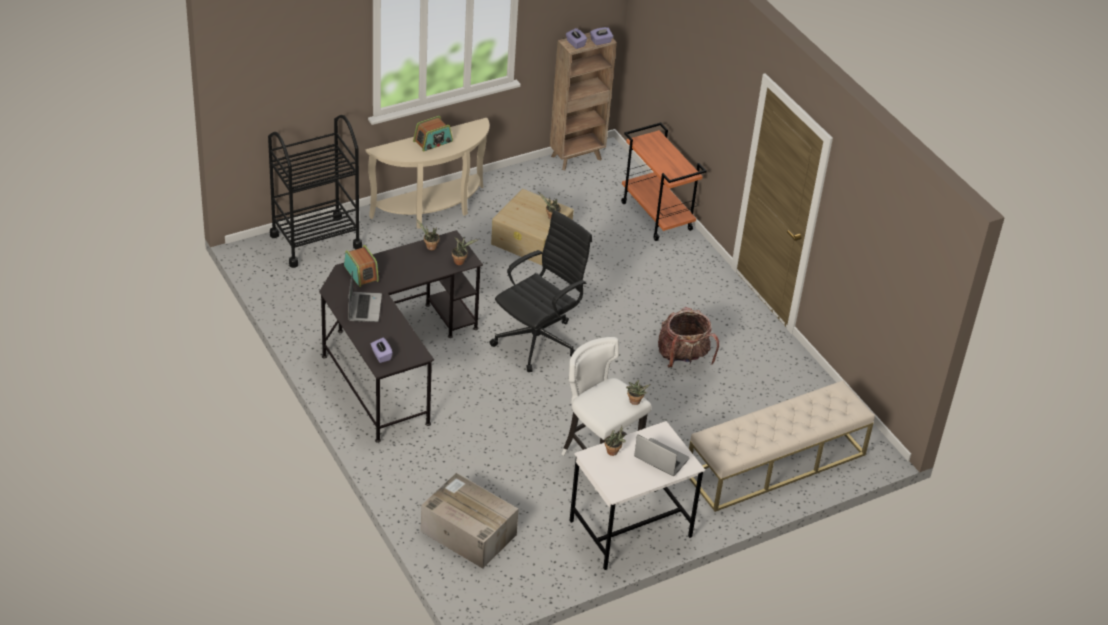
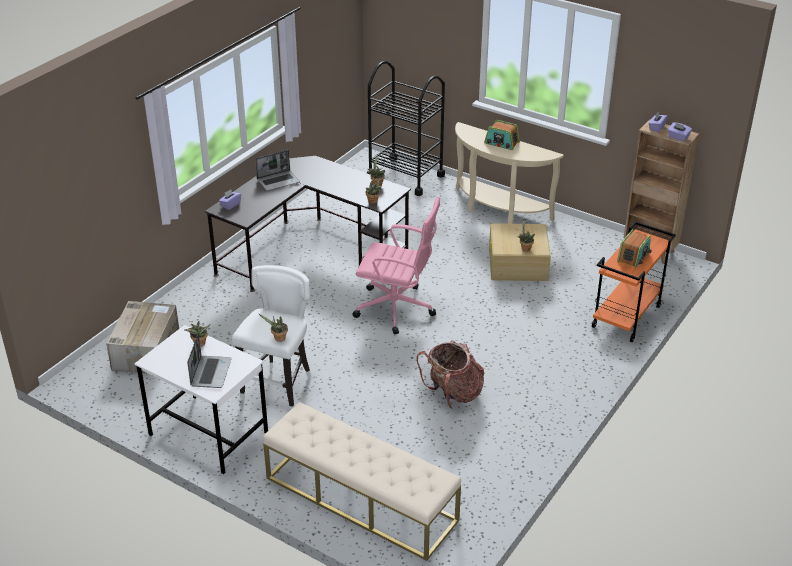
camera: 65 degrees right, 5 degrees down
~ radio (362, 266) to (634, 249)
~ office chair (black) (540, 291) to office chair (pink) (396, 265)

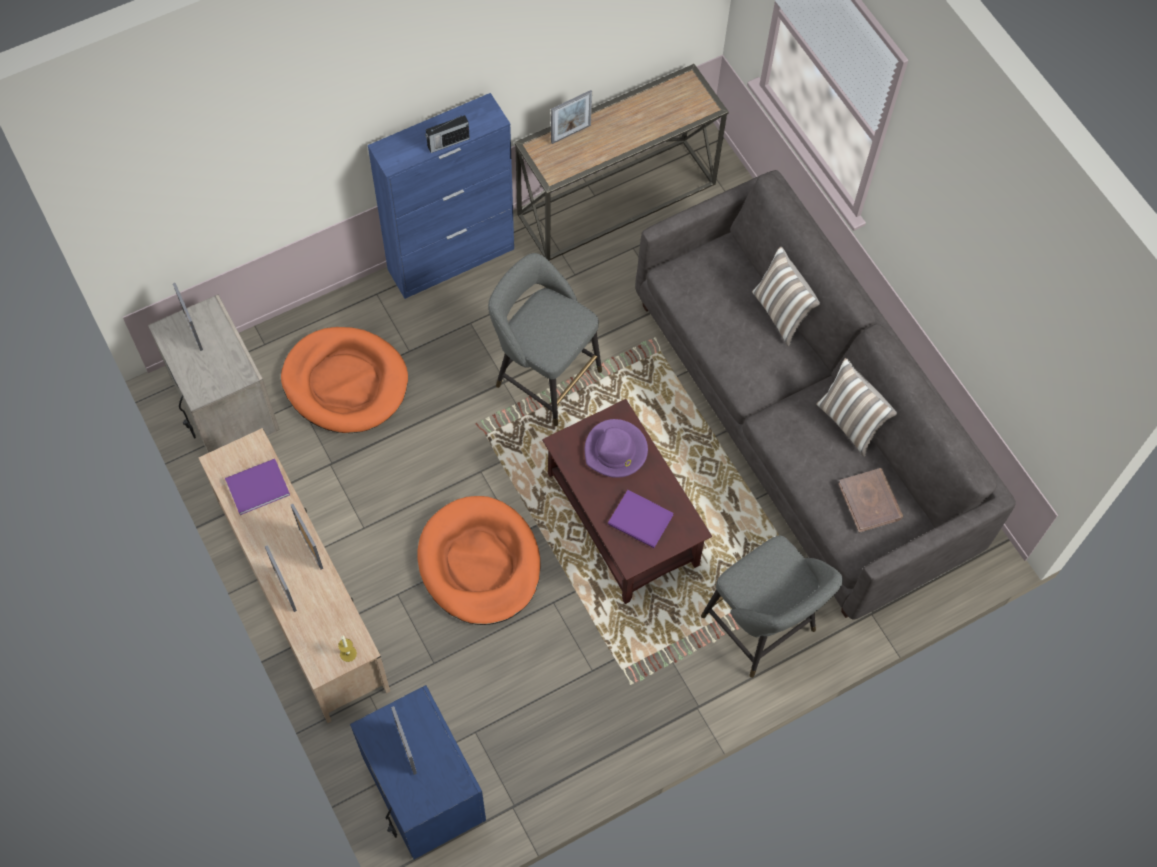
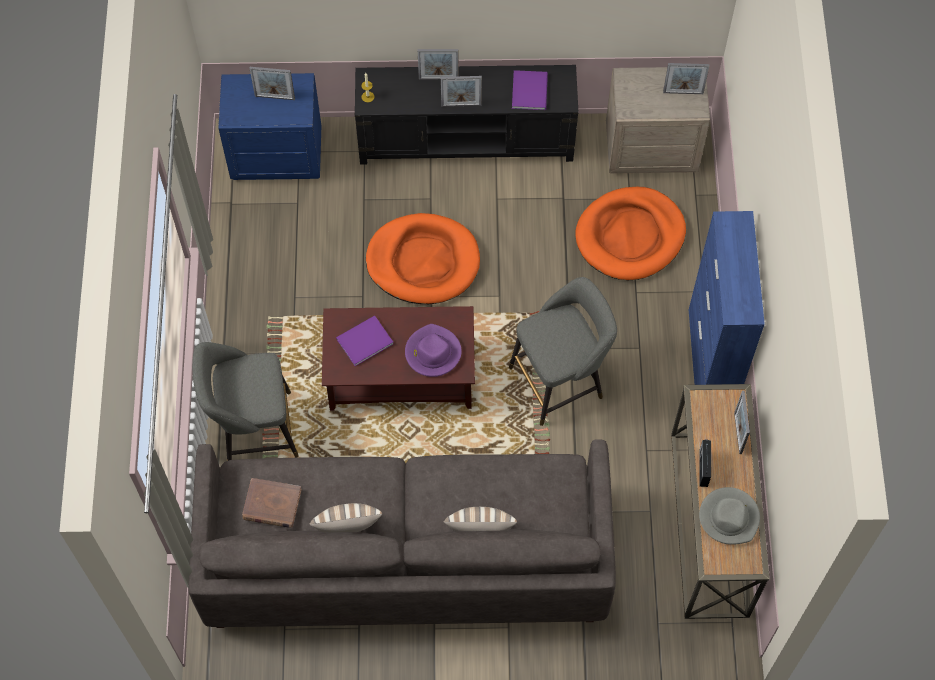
camera: 120 degrees right, 0 degrees up
~ tv stand (beige) (294, 575) to tv stand (black) (466, 114)
~ radio (447, 134) to (705, 463)
+ hat (grey) (729, 516)

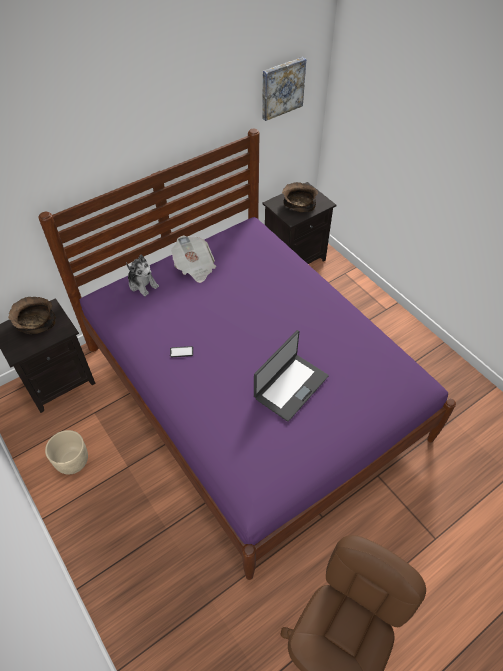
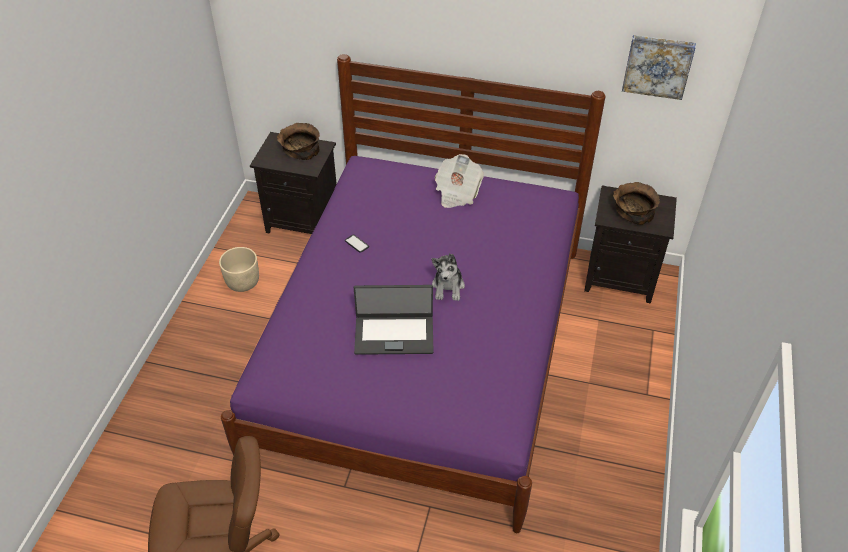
camera: 50 degrees right, 5 degrees down
~ plush toy (142, 275) to (448, 277)

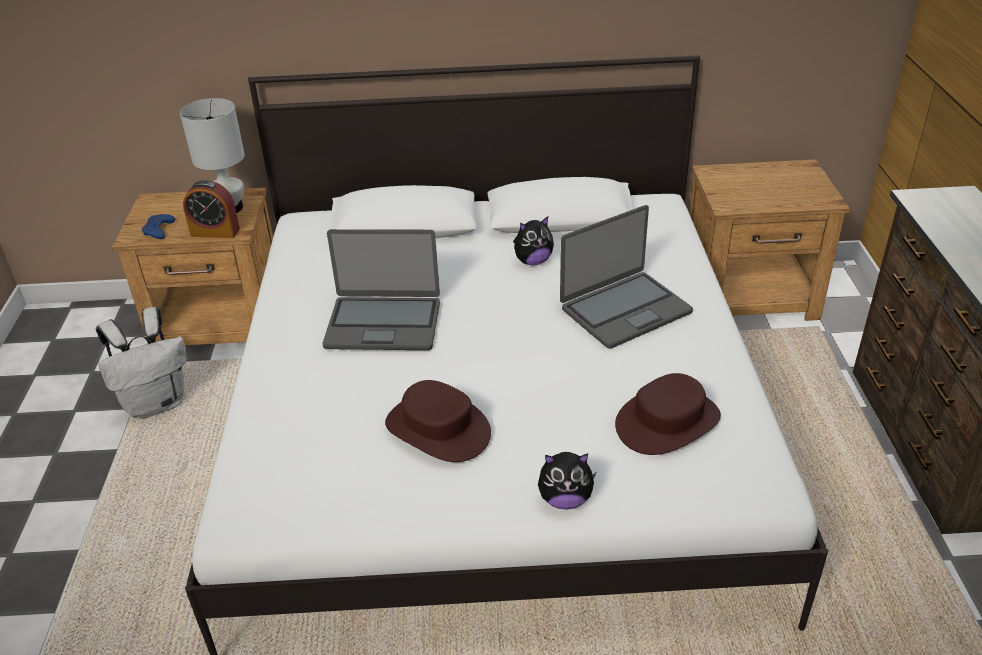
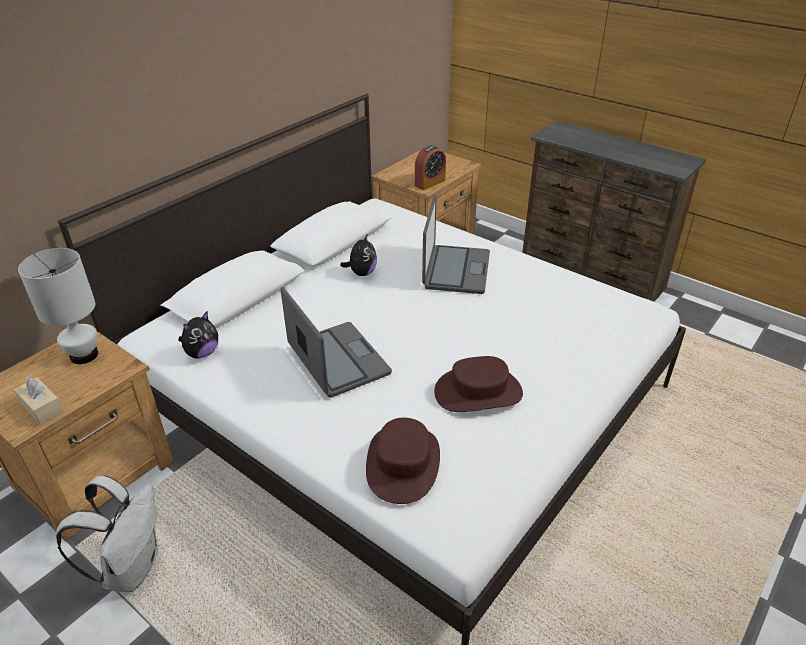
camera: 50 degrees left, 0 degrees up
~ game controller (blue) (158, 226) to tissue box (beige) (39, 401)
~ alarm clock (211, 209) to (430, 167)
~ laptop (381, 289) = (336, 342) 75 degrees counterclockwise
~ plush toy (567, 481) to (198, 335)
~ hat (brown) (668, 414) to (403, 461)

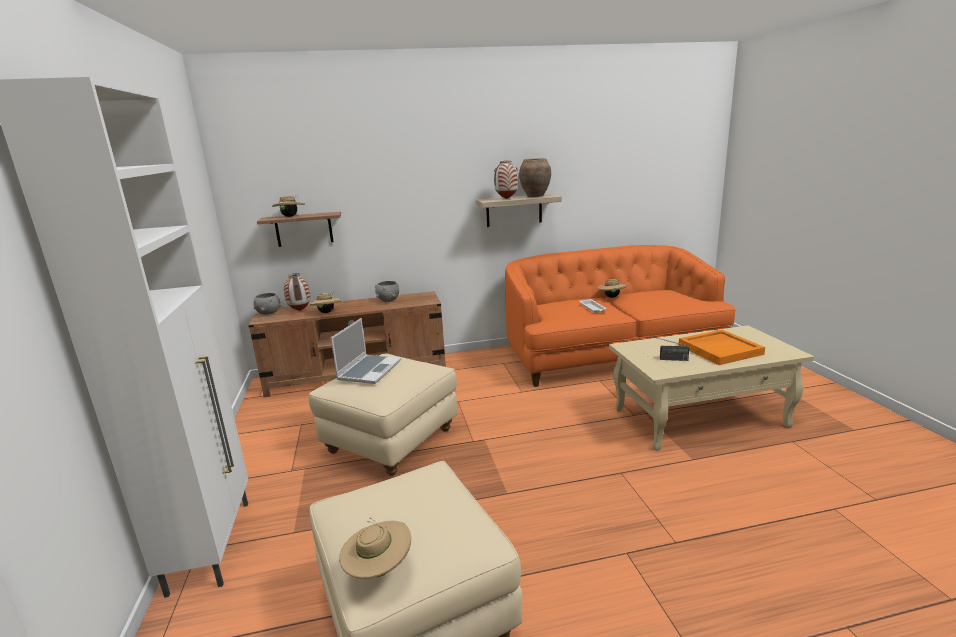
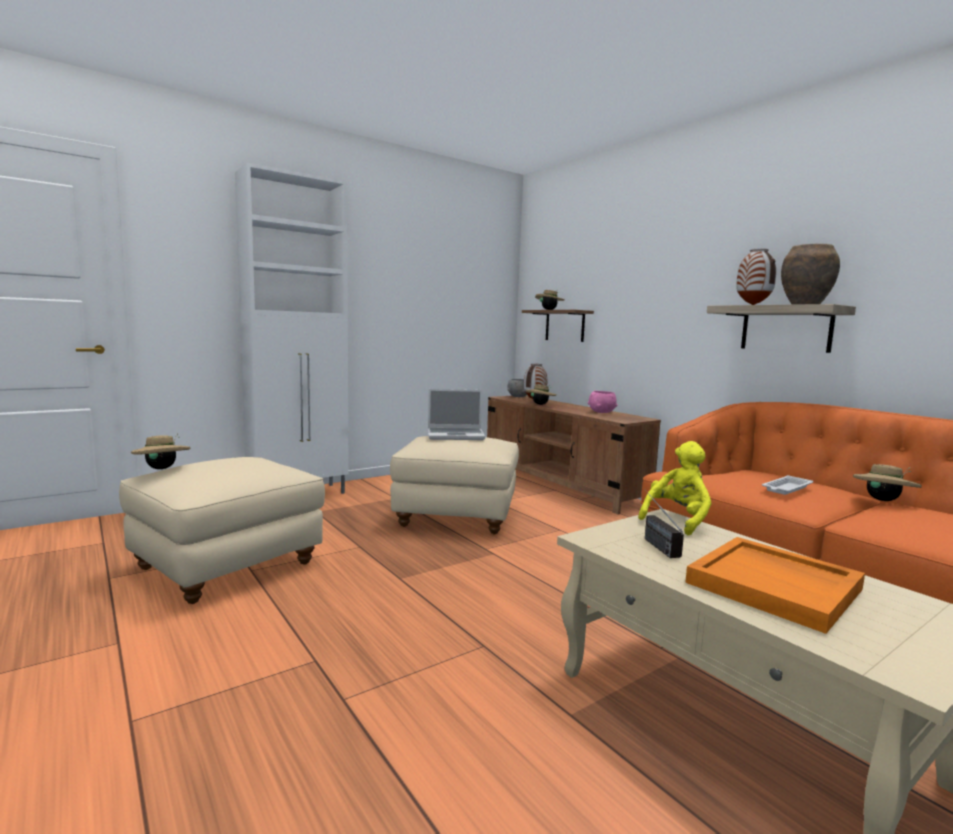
camera: 65 degrees right, 10 degrees down
~ bowl (grey) (387, 291) to bowl (pink) (602, 402)
+ plush toy (yellow) (674, 488)

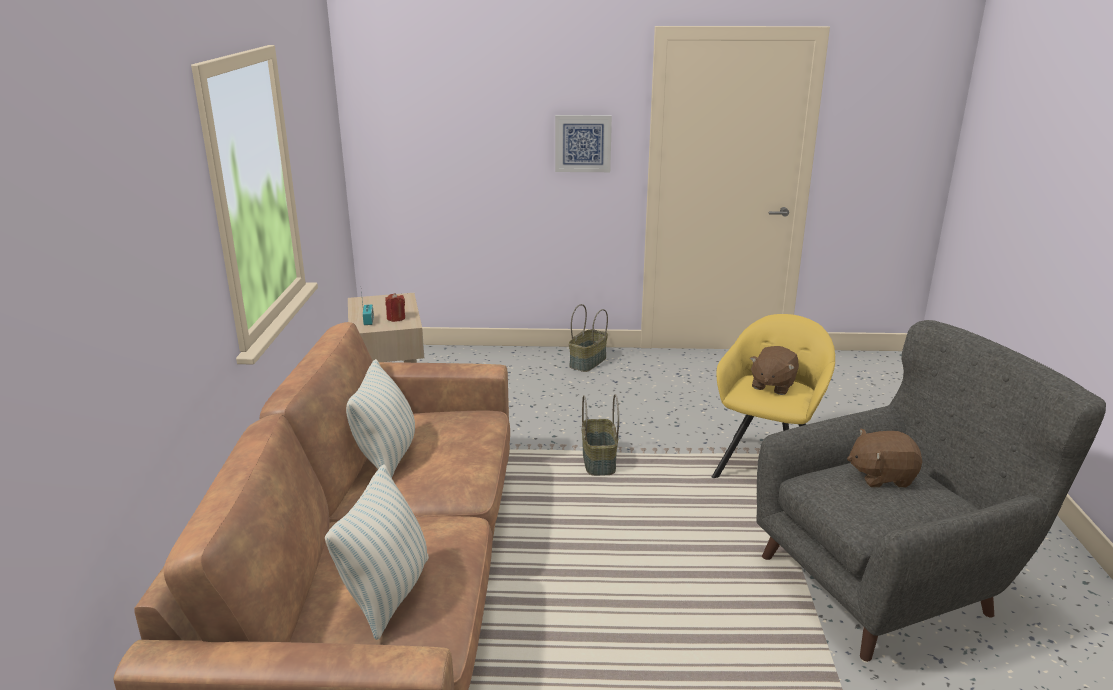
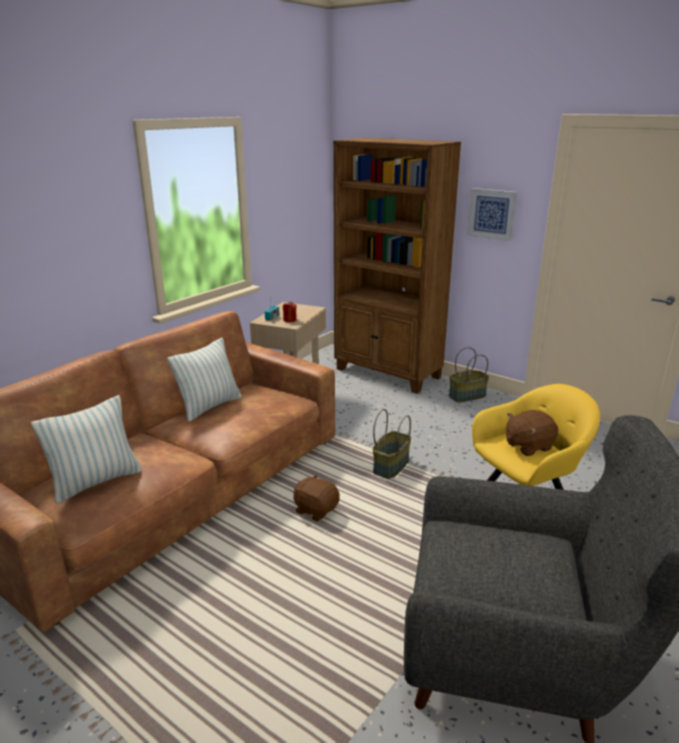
camera: 35 degrees right, 0 degrees up
~ plush toy (brown) (884, 458) to (316, 497)
+ bookcase (brown) (397, 266)

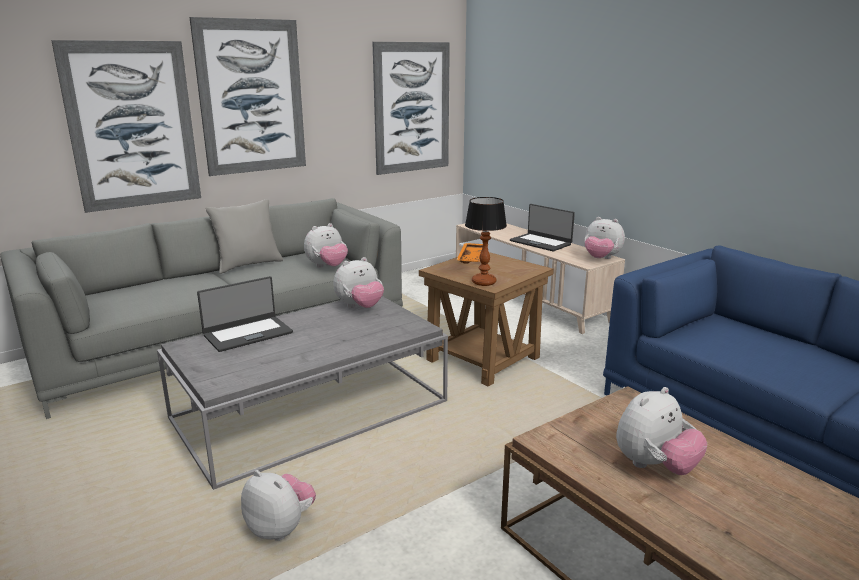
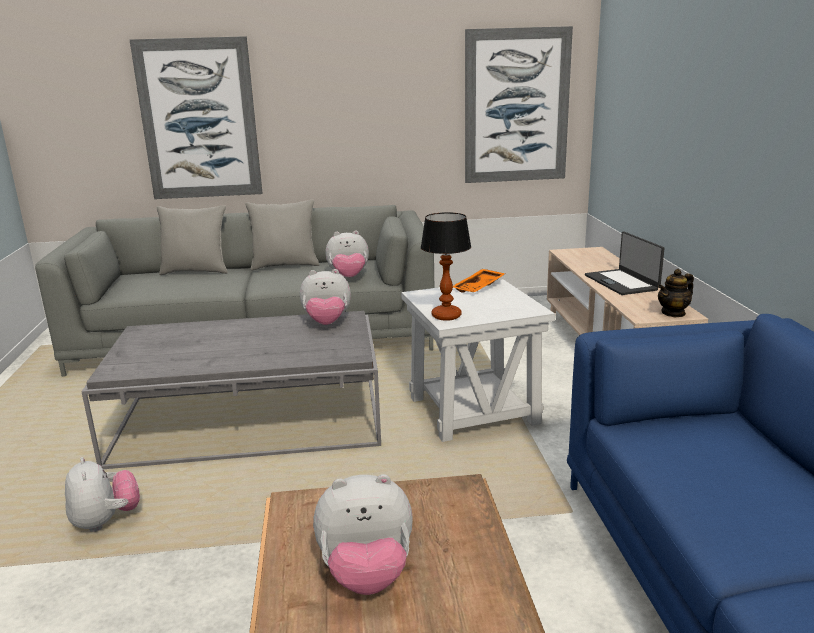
camera: 30 degrees right, 0 degrees up
- picture (247, 96)
- laptop (245, 314)
~ side table (brown) (486, 319) to side table (white) (478, 360)
~ plush toy (604, 238) to teapot (676, 293)
+ pillow (grey) (192, 240)

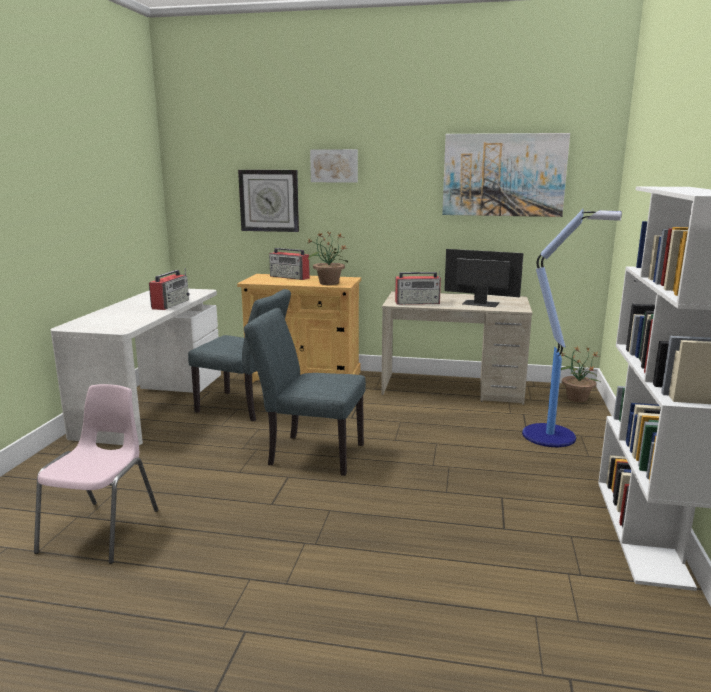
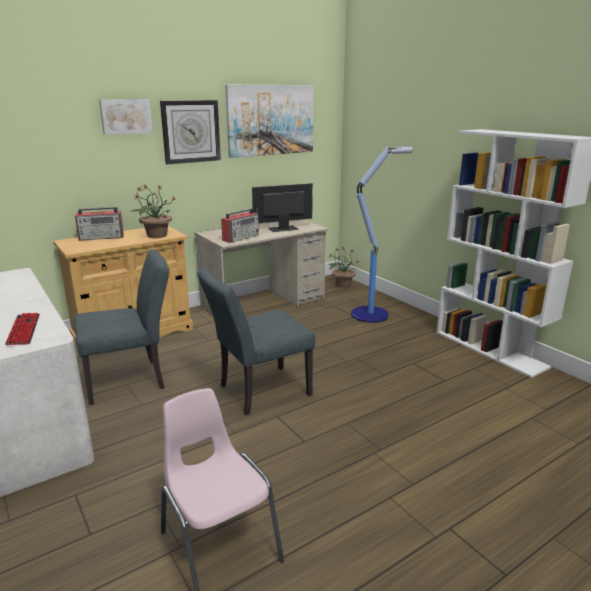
camera: 45 degrees left, 5 degrees up
- radio (169, 289)
~ wall clock (268, 201) to (190, 132)
+ keyboard (22, 329)

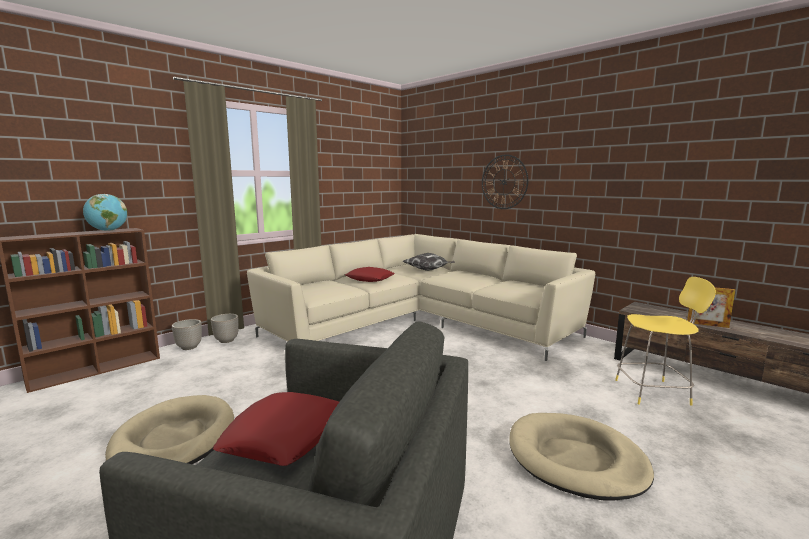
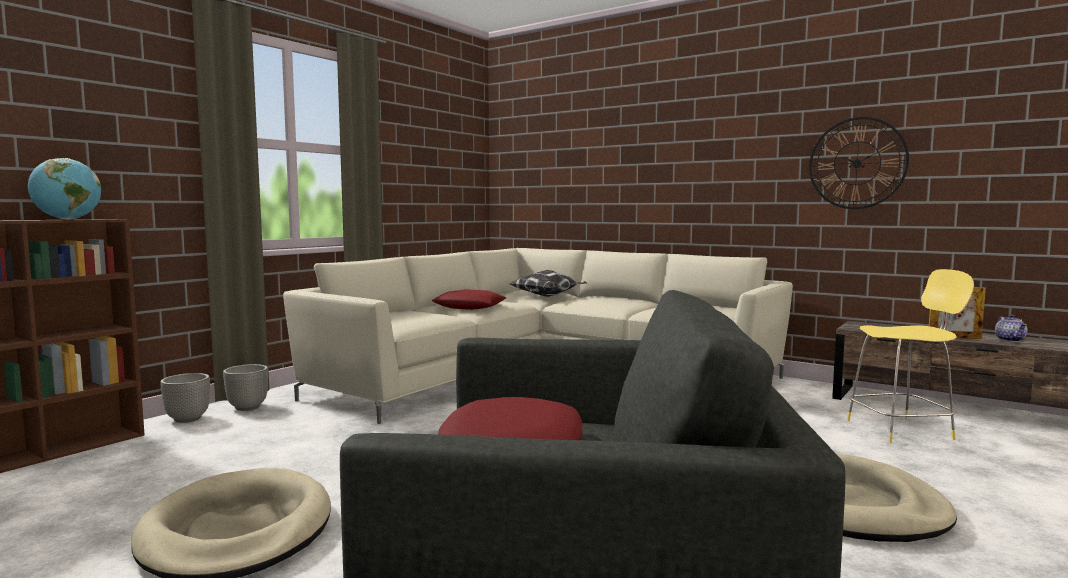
camera: 10 degrees left, 5 degrees down
~ wall clock (505, 182) to (859, 163)
+ teapot (1011, 328)

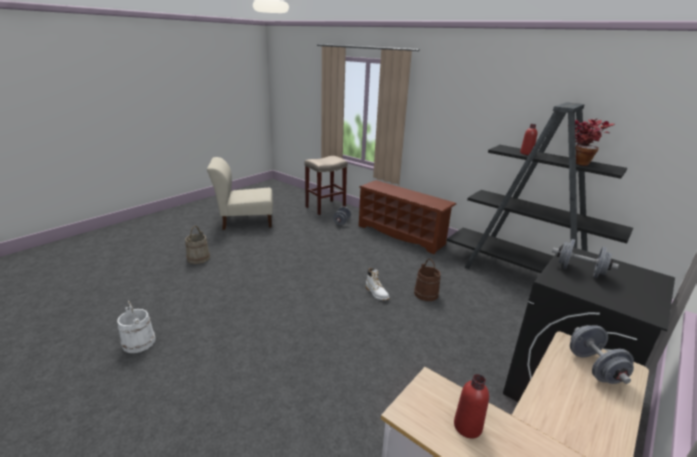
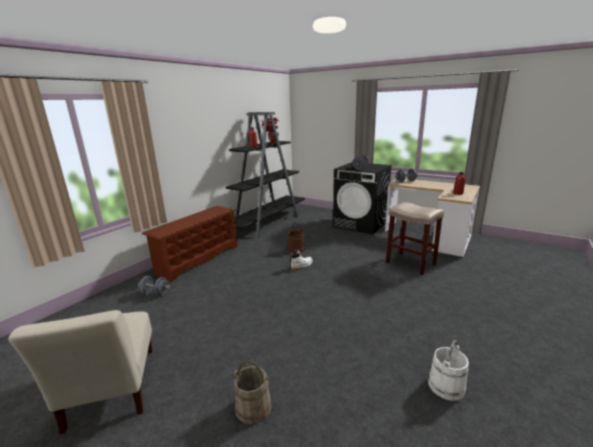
camera: 95 degrees left, 5 degrees down
~ stool (beige) (326, 185) to (415, 238)

